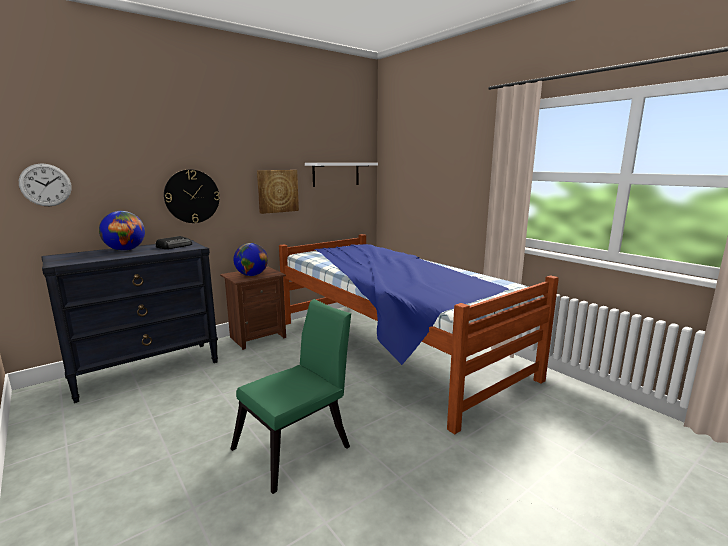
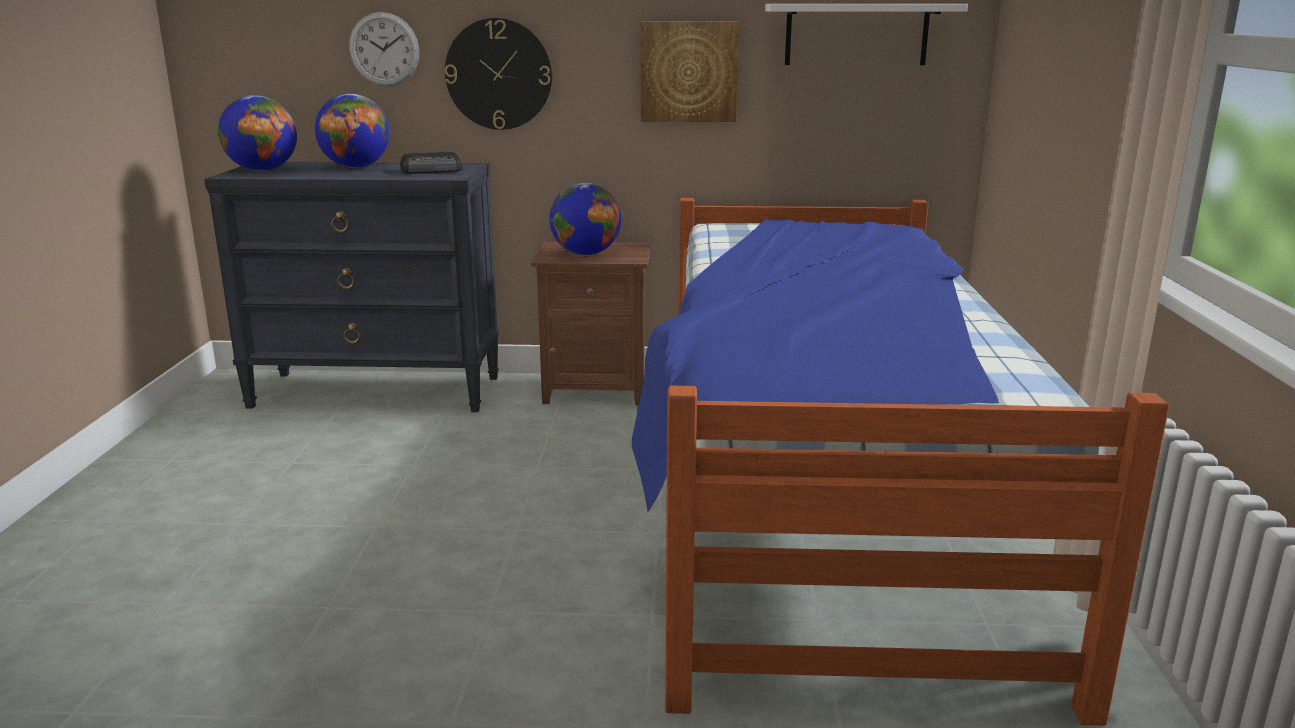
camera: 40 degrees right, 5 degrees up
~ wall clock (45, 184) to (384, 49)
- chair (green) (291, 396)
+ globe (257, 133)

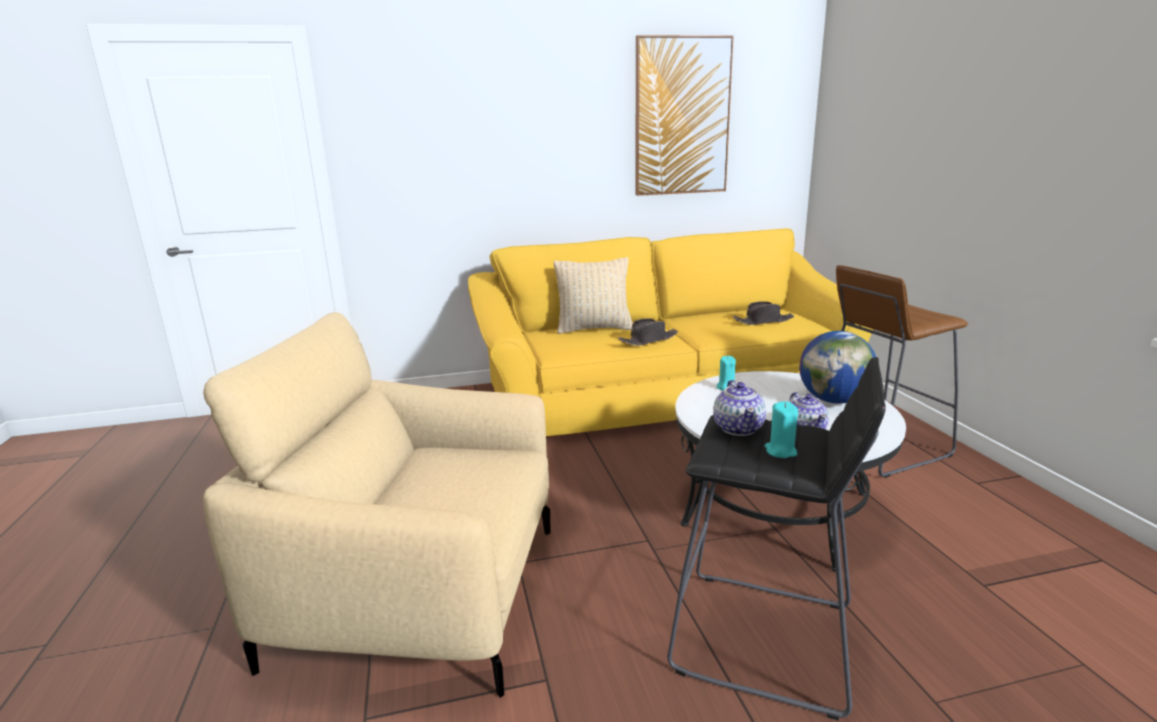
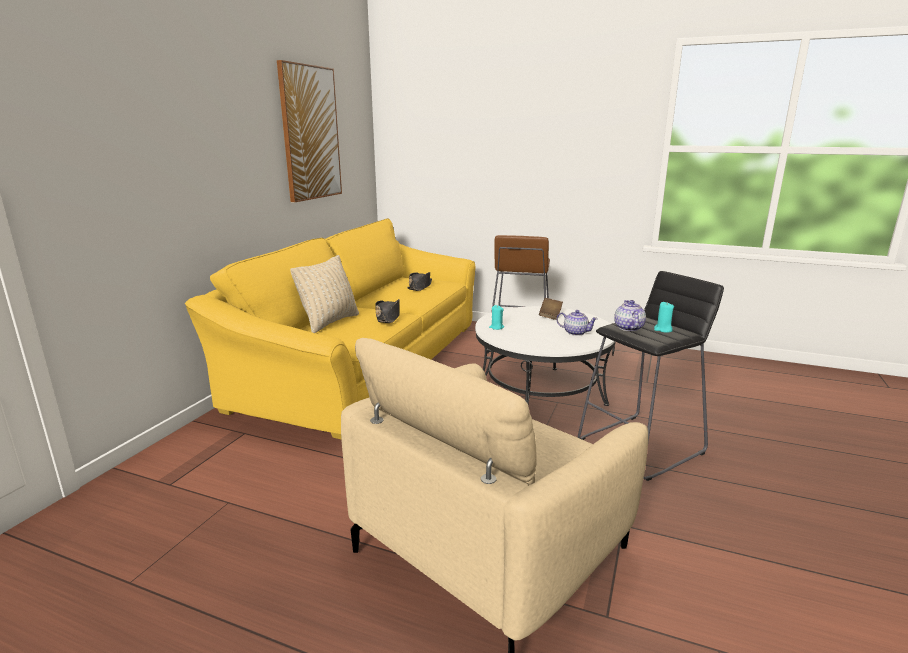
camera: 55 degrees left, 0 degrees up
~ teapot (740, 408) = (630, 315) 120 degrees counterclockwise
~ globe (837, 367) to book (brown) (551, 309)

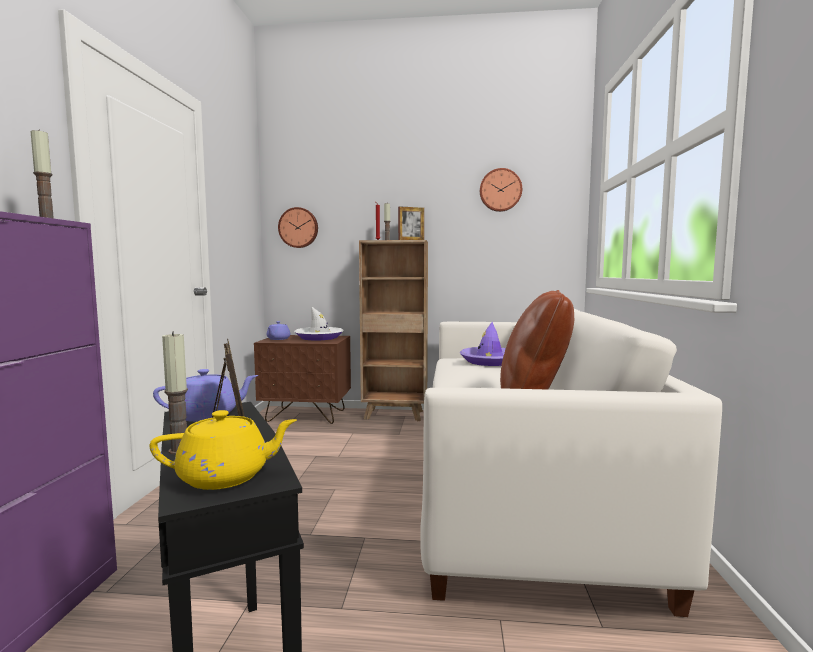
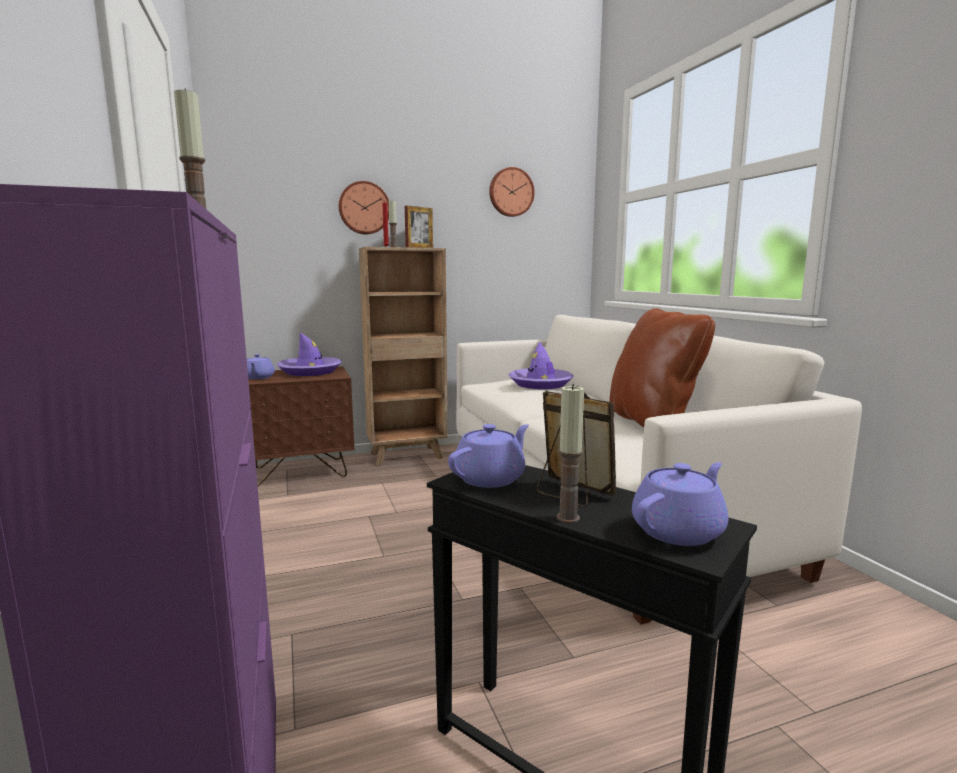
camera: 25 degrees left, 5 degrees up
~ teapot (yellow) (223, 450) to teapot (purple) (680, 504)
~ wall clock (298, 227) to (364, 207)
~ hat (white) (319, 323) to hat (purple) (309, 354)

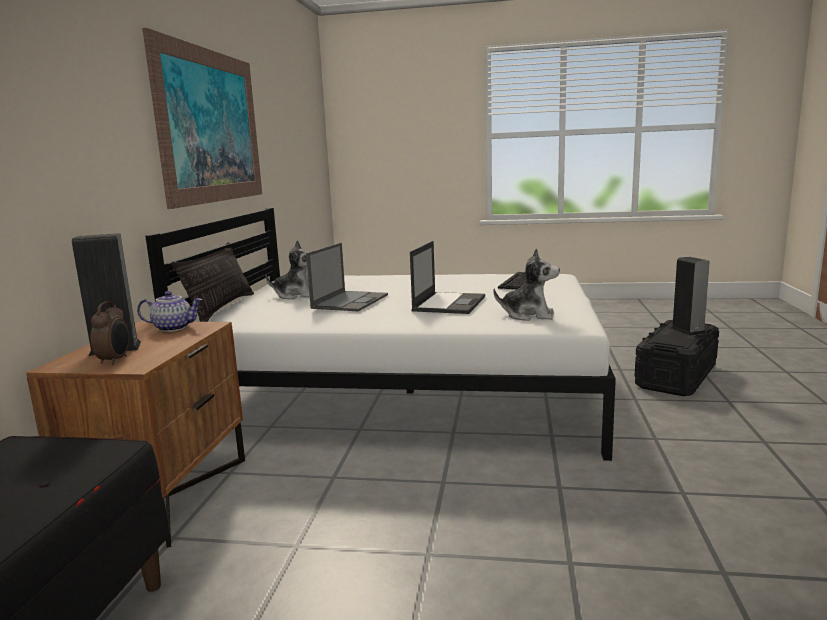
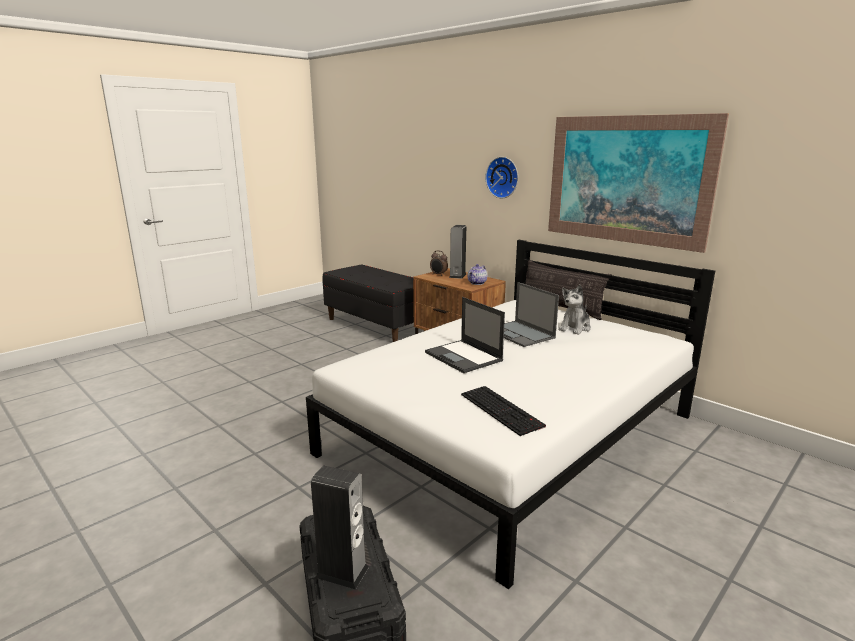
camera: 125 degrees right, 5 degrees up
- plush toy (526, 284)
+ wall clock (501, 177)

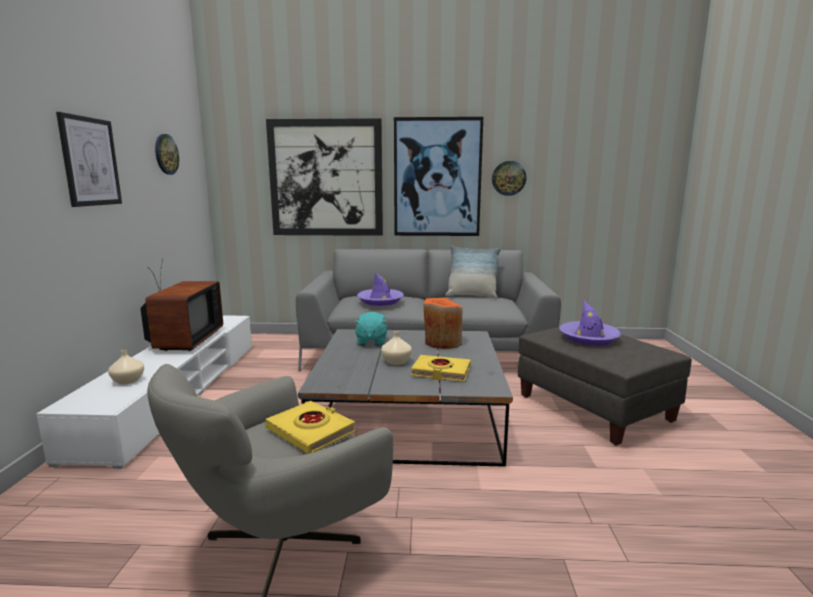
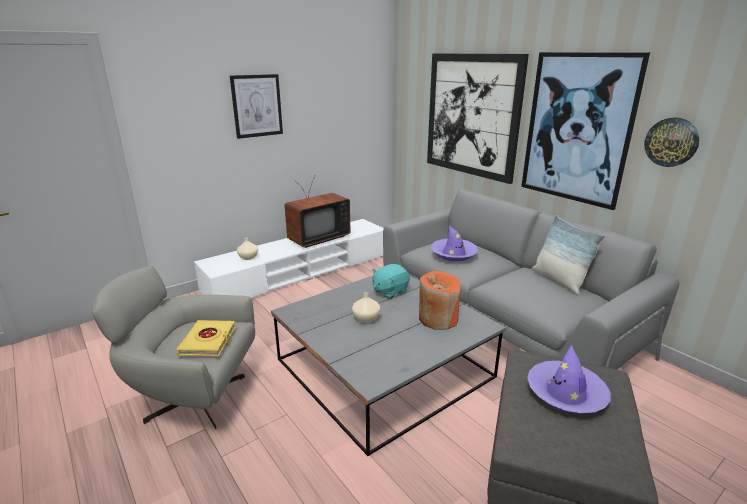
camera: 50 degrees right, 10 degrees up
- wall clock (167, 154)
- book (yellow) (441, 368)

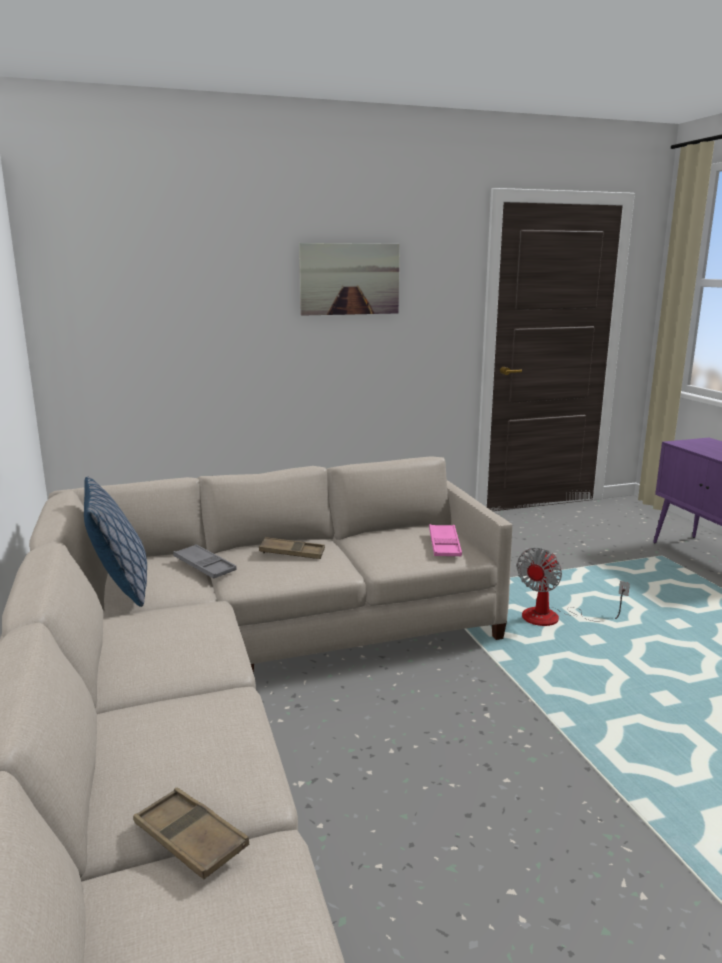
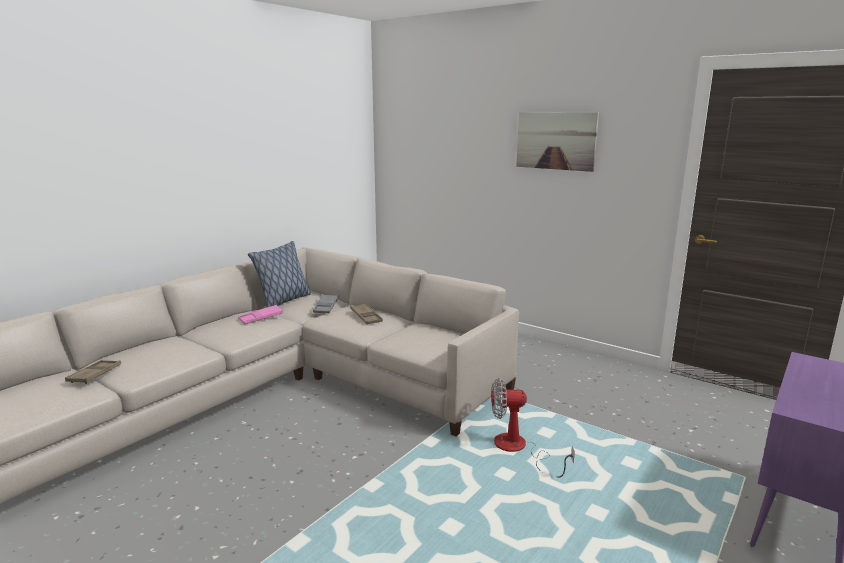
camera: 55 degrees right, 0 degrees up
~ tray (pink) (445, 540) to (260, 314)

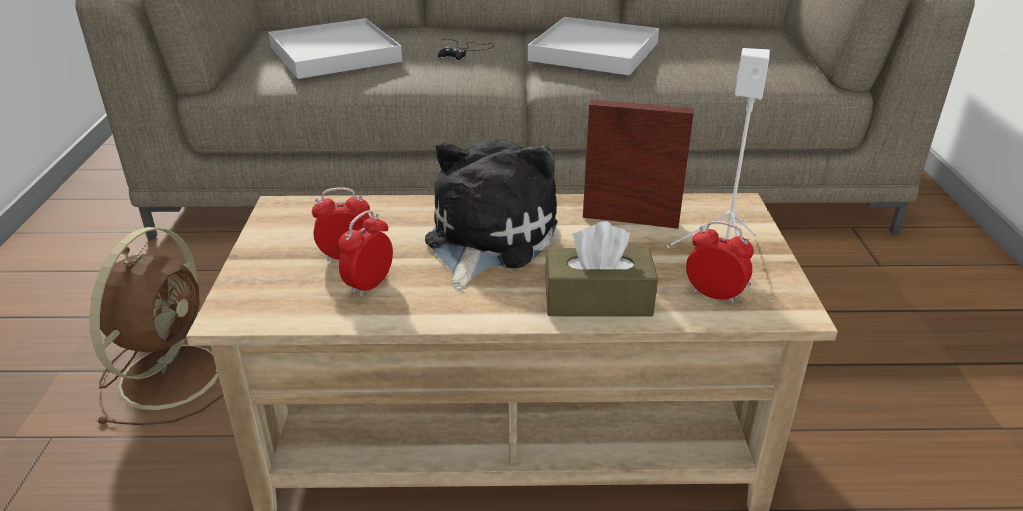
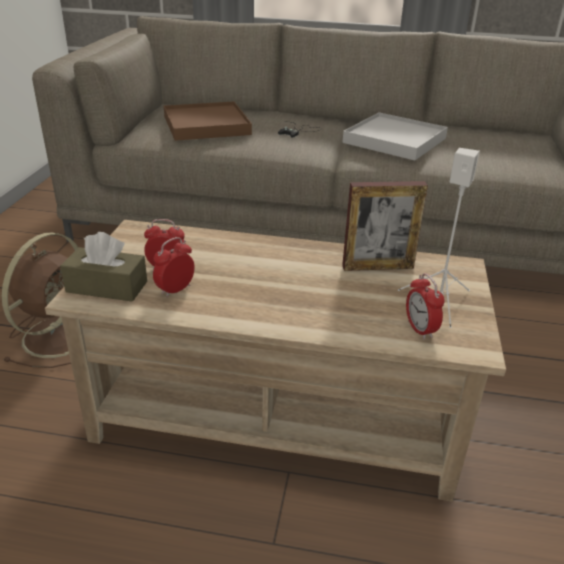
camera: 10 degrees right, 0 degrees up
~ tray (white) (335, 48) to tray (brown) (208, 121)
- plush toy (491, 214)
~ tissue box (brown) (601, 269) to (103, 267)
~ picture frame (638, 164) = (385, 226) 150 degrees clockwise
~ alarm clock (720, 262) = (425, 306) 150 degrees counterclockwise

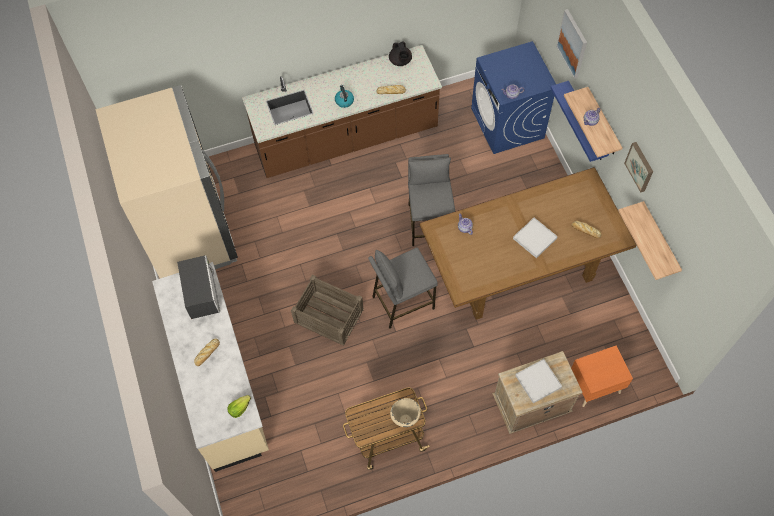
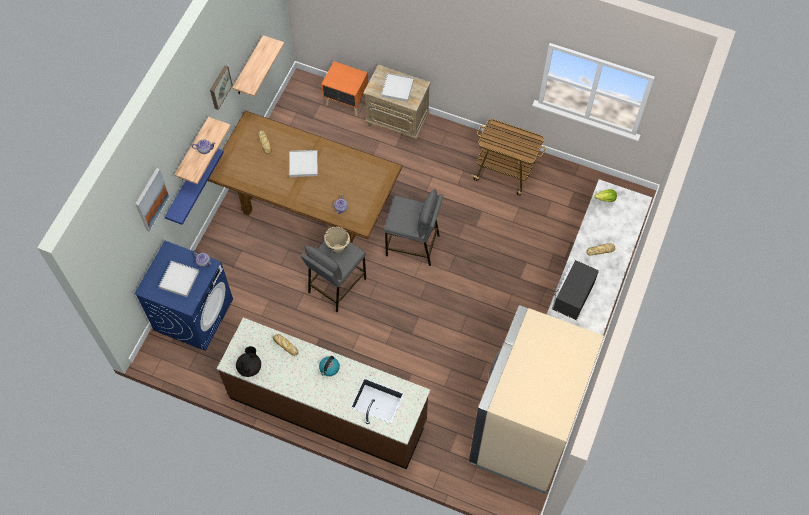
camera: 140 degrees left, 0 degrees up
- crate (327, 310)
~ cooking pot (beige) (405, 412) to (337, 240)
+ tray (white) (179, 279)

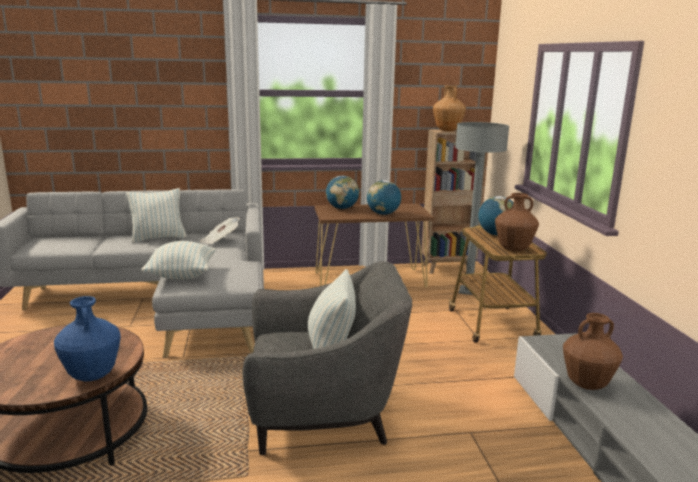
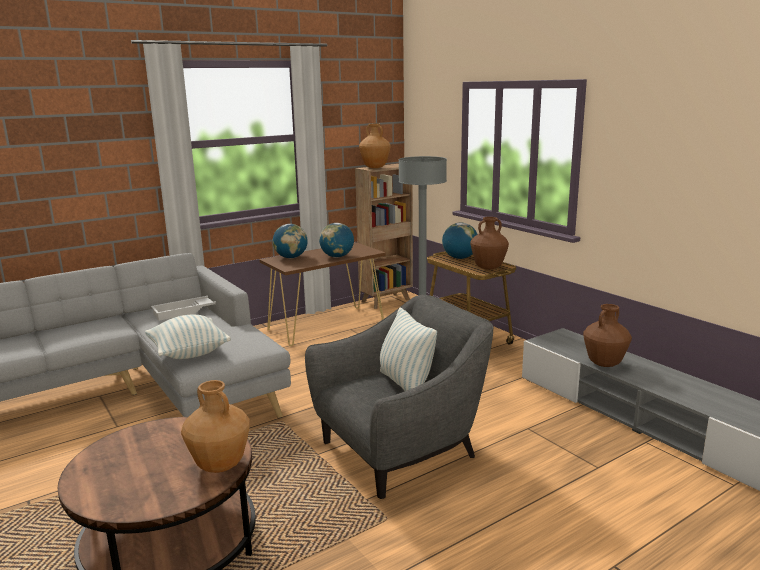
camera: 25 degrees left, 0 degrees up
~ vase (blue) (87, 338) to vase (brown) (215, 426)
- pillow (156, 215)
~ newspaper (220, 230) to tray (white) (183, 308)

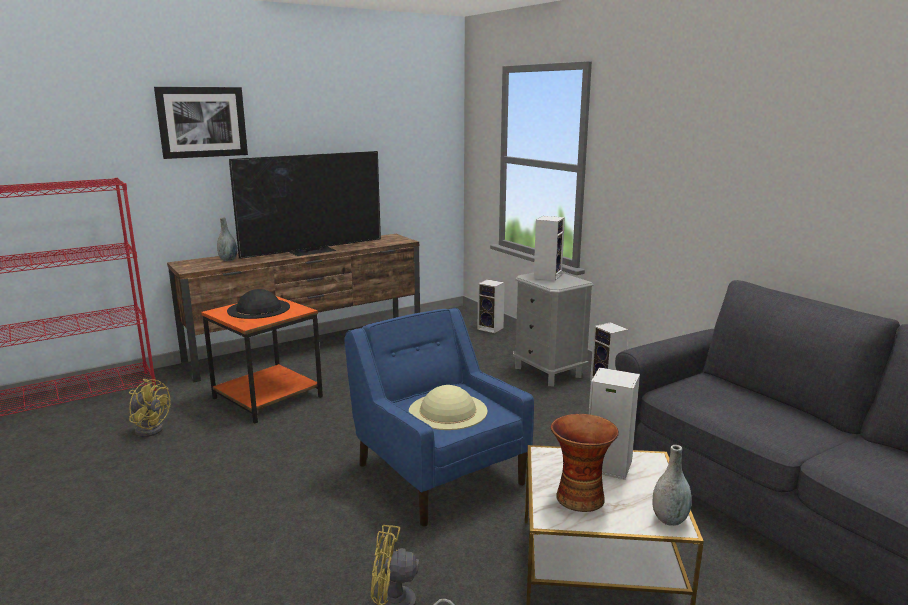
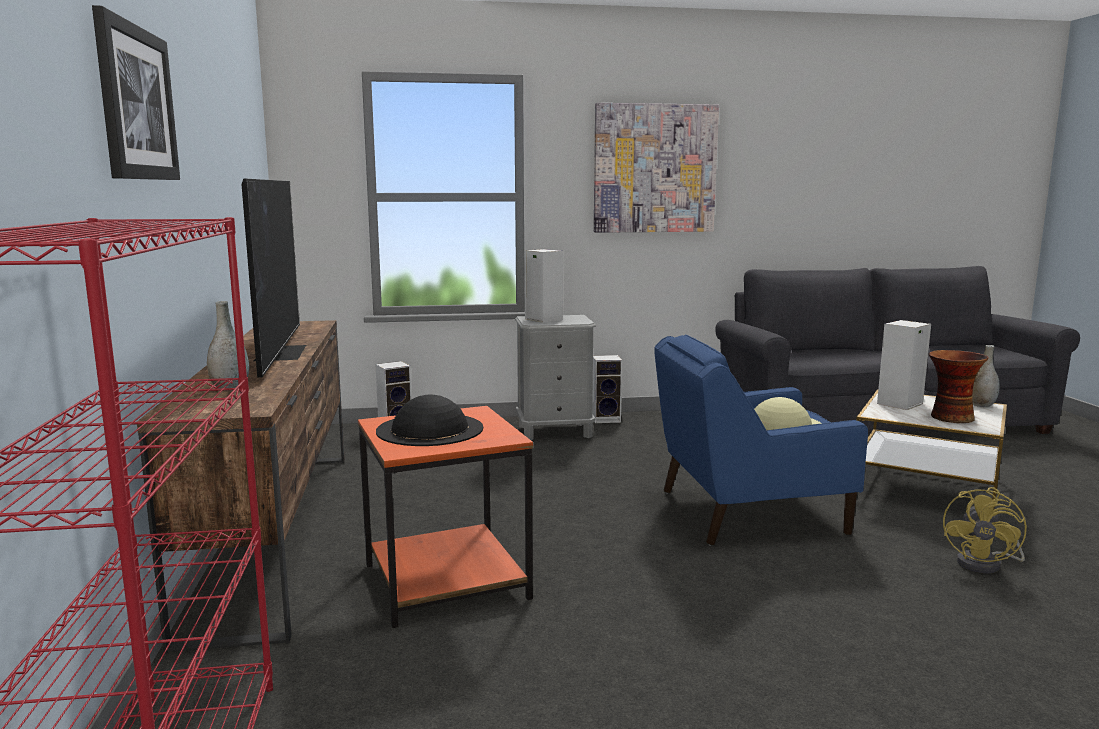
camera: 65 degrees left, 5 degrees down
- fan (yellow) (149, 408)
+ picture (656, 168)

